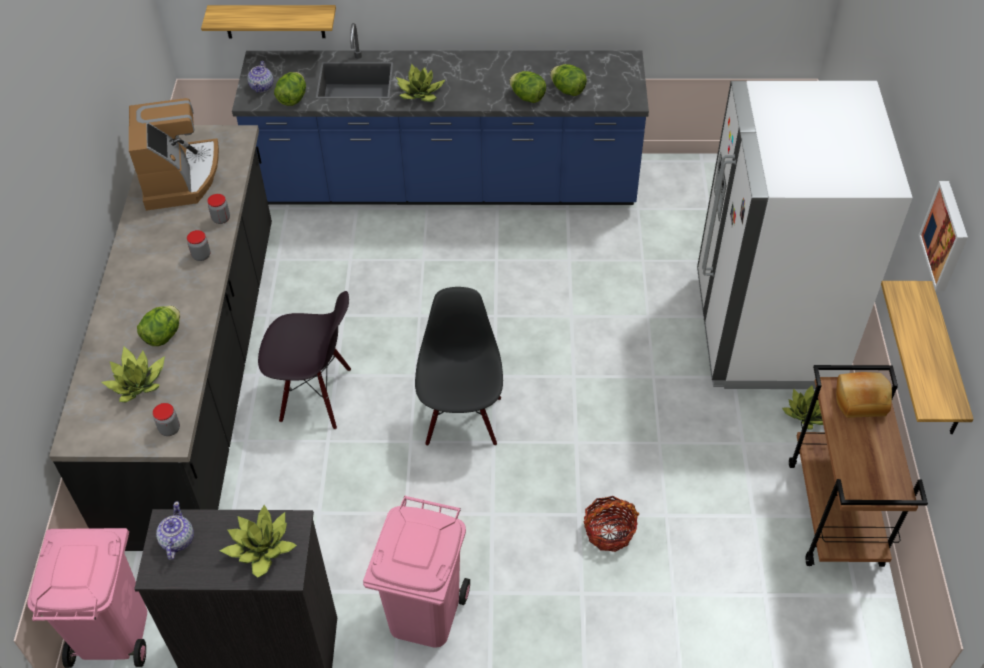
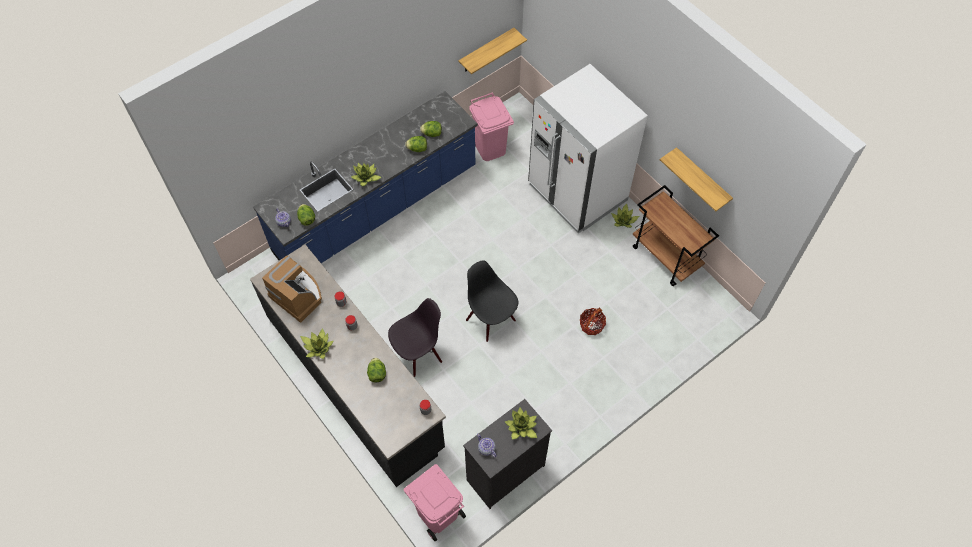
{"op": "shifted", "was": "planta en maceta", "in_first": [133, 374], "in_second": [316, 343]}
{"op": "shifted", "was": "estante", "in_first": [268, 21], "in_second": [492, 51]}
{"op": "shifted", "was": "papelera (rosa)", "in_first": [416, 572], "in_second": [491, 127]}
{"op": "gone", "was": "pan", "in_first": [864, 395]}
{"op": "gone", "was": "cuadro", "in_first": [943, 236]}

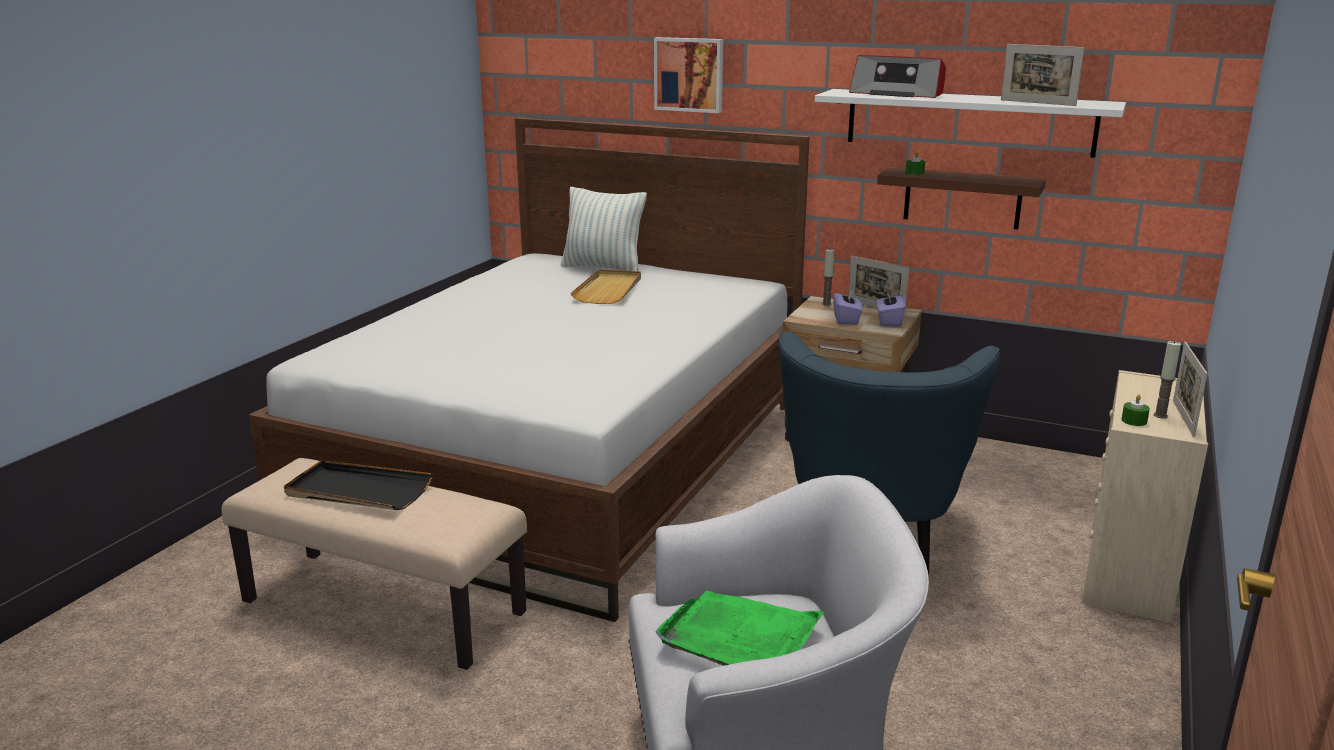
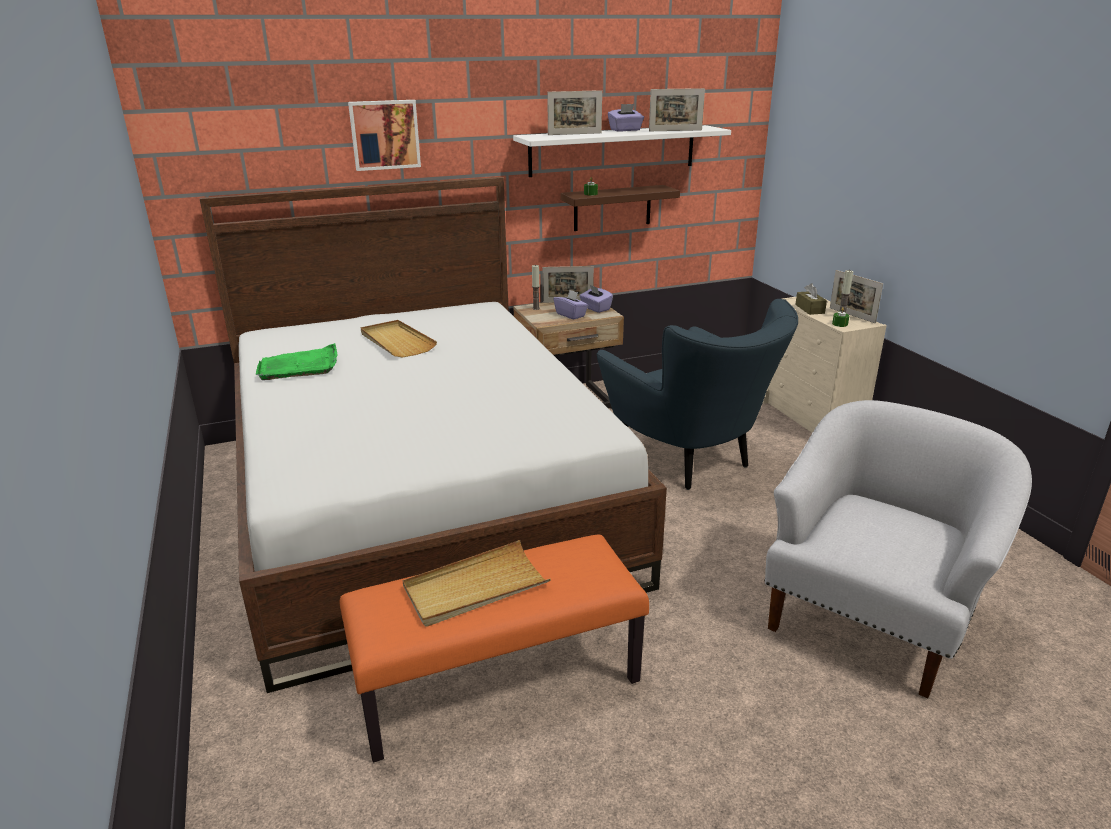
{"op": "shifted", "was": "bandeja (verde)", "in_first": [739, 628], "in_second": [296, 361]}
{"op": "repainted", "was": "banco (beis)", "now": "banco (naranja)", "in_first": [374, 564], "in_second": [494, 648]}
{"op": "repainted", "was": "bandeja (negro)", "now": "bandeja (beis)", "in_first": [358, 485], "in_second": [477, 583]}
{"op": "swapped", "was": "radio", "now": "portarretratos", "in_first": [897, 76], "in_second": [574, 112]}
{"op": "new", "now": "caja de pañuelos (morado)", "in_second": [626, 118]}
{"op": "new", "now": "caja de pañuelos (marrón)", "in_second": [811, 299]}
{"op": "gone", "was": "cojín", "in_first": [604, 229]}

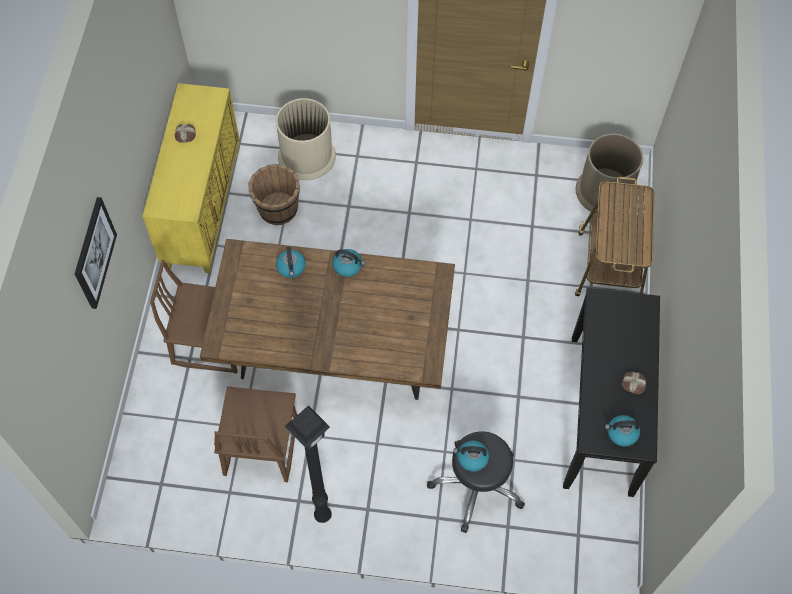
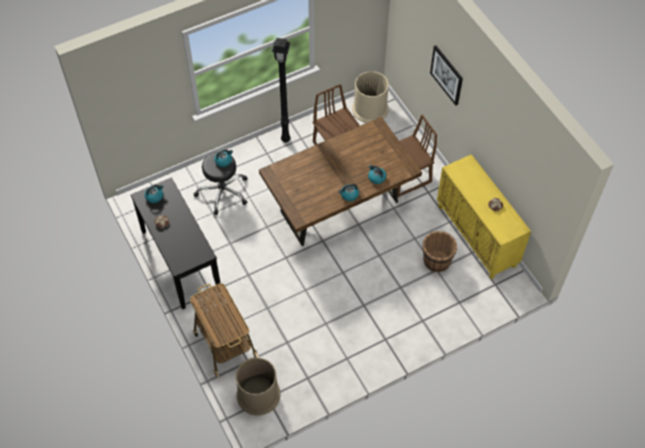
{"op": "shifted", "was": "papelera (beis)", "in_first": [306, 139], "in_second": [370, 97]}

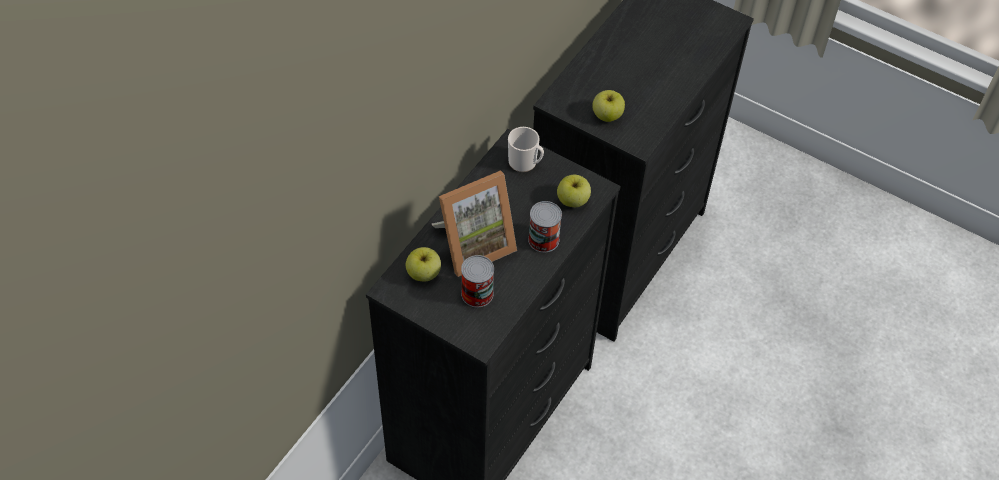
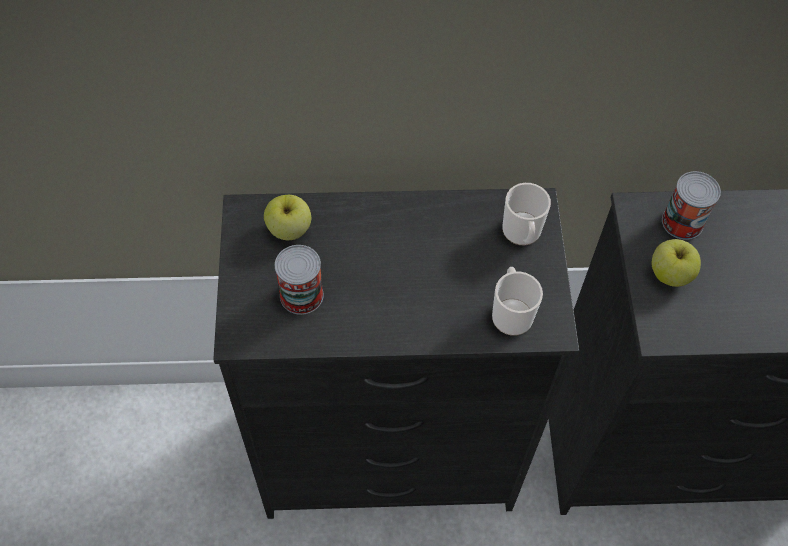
{"op": "swapped", "was": "manzana", "now": "taza grande", "in_first": [574, 191], "in_second": [517, 301]}
{"op": "shifted", "was": "lata", "in_first": [545, 227], "in_second": [691, 205]}
{"op": "gone", "was": "portarretratos", "in_first": [474, 223]}

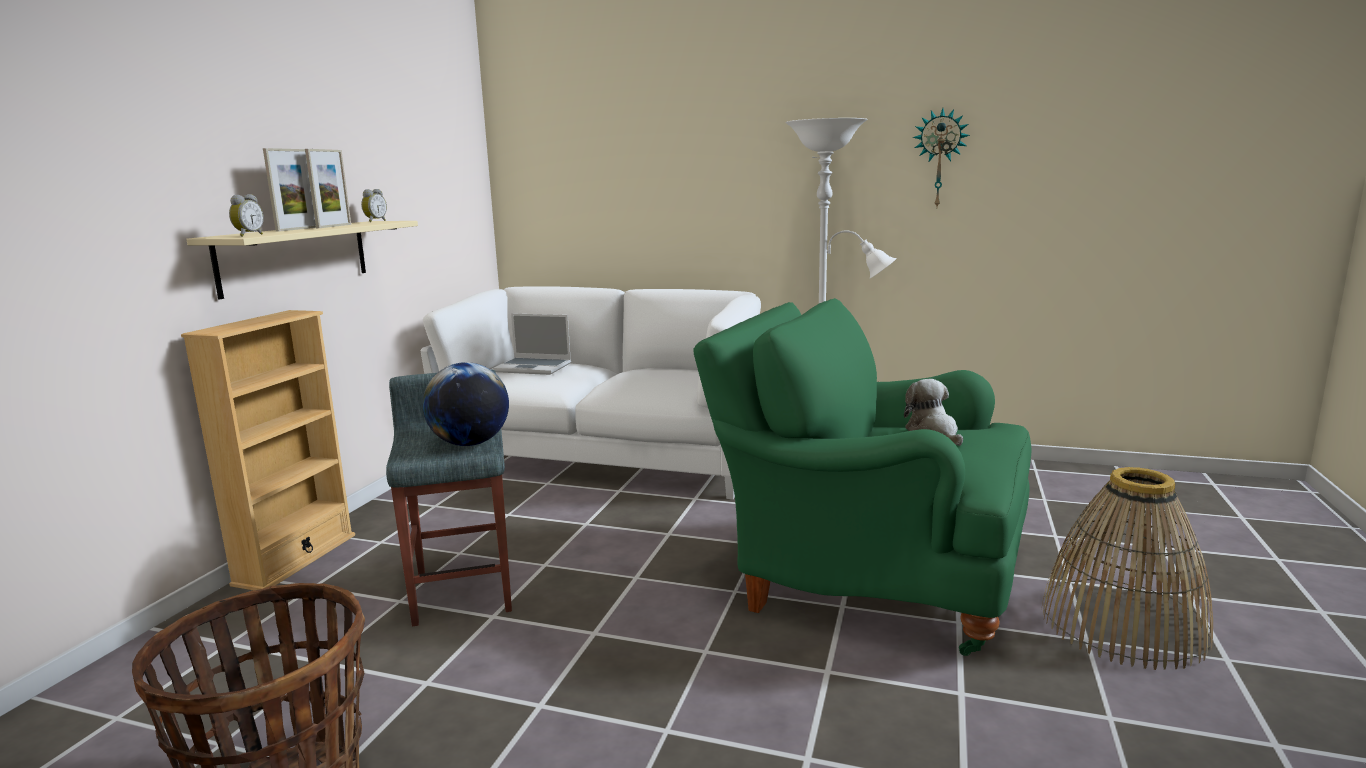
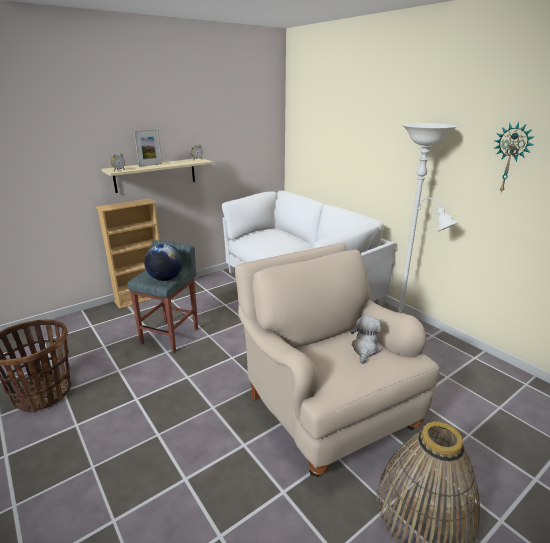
{"op": "repainted", "was": "sillón (verde)", "now": "sillón (beis)", "in_first": [862, 477], "in_second": [337, 360]}
{"op": "gone", "was": "portarretratos", "in_first": [328, 188]}
{"op": "gone", "was": "portátil", "in_first": [532, 344]}

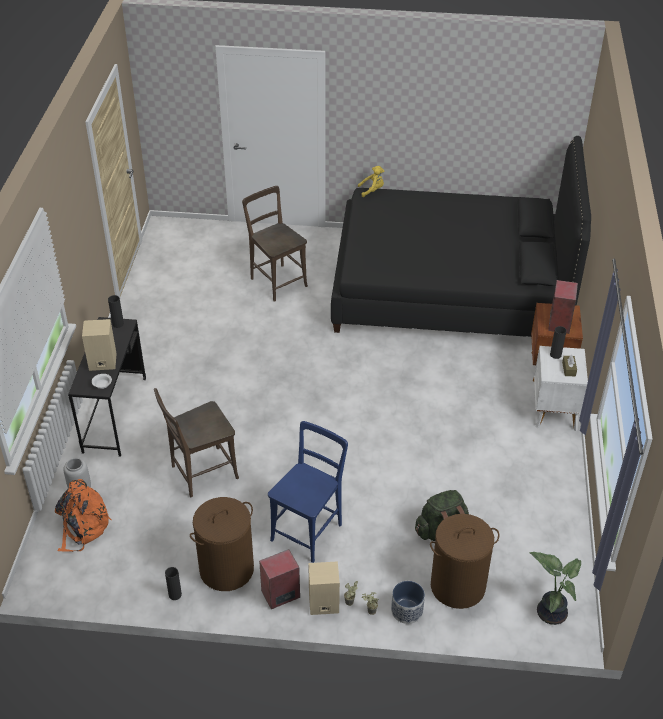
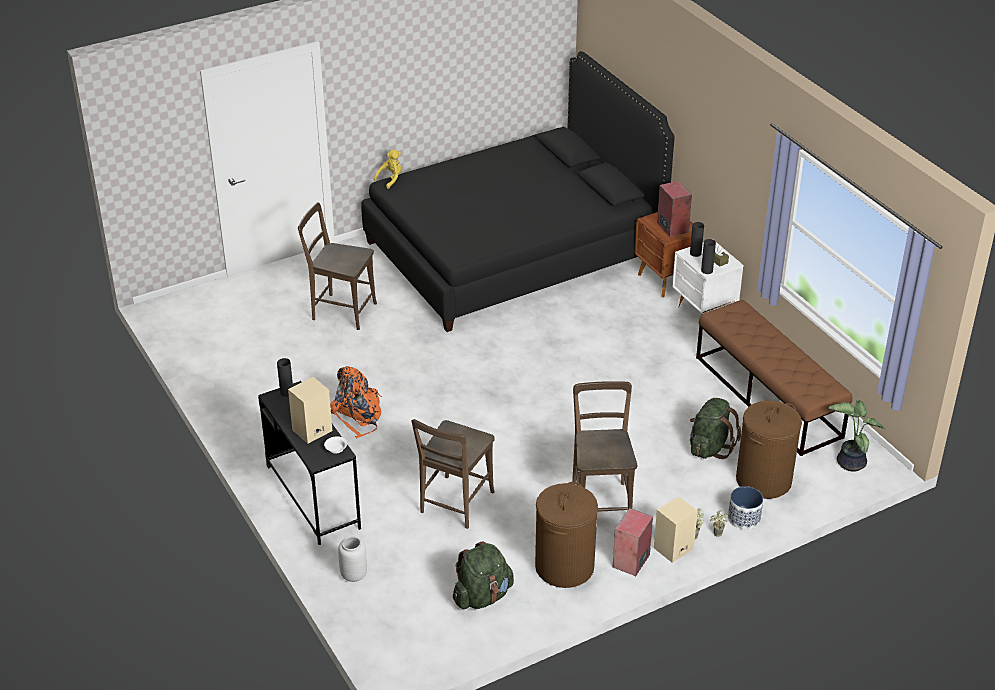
{"op": "shifted", "was": "mochila (naranja)", "in_first": [83, 515], "in_second": [356, 402]}
{"op": "new", "now": "mochila (verde)", "in_second": [483, 575]}
{"op": "repainted", "was": "silla (azul)", "now": "silla (marrón)", "in_first": [308, 492], "in_second": [604, 446]}
{"op": "new", "now": "banco (marrón)", "in_second": [774, 378]}
{"op": "shifted", "was": "florero (negro)", "in_first": [173, 583], "in_second": [708, 256]}

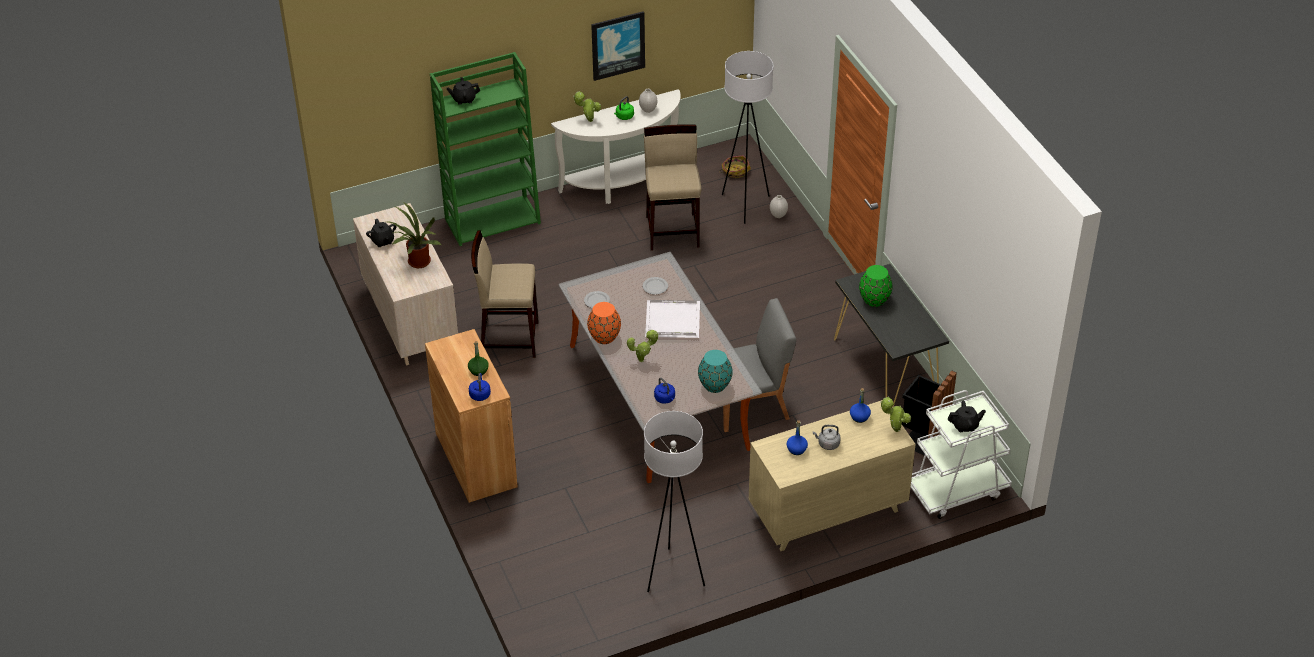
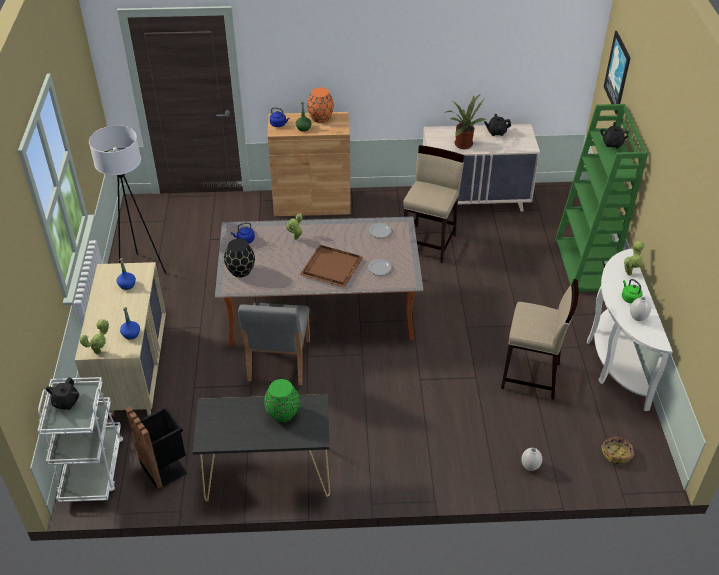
{"op": "repainted", "was": "florero (turquesa)", "now": "florero (negro)", "in_first": [715, 371], "in_second": [239, 258]}
{"op": "repainted", "was": "bandeja (blanco)", "now": "bandeja (marrón)", "in_first": [672, 319], "in_second": [331, 266]}
{"op": "shifted", "was": "florero (naranja)", "in_first": [604, 323], "in_second": [320, 105]}
{"op": "shifted", "was": "cuadro", "in_first": [618, 46], "in_second": [616, 72]}
{"op": "gone", "was": "lámpara de pie (blanco)", "in_first": [747, 137]}
{"op": "gone", "was": "hervidor (gris)", "in_first": [827, 437]}

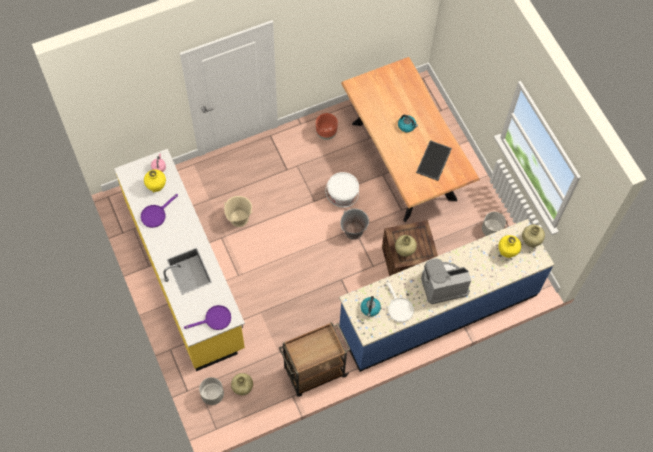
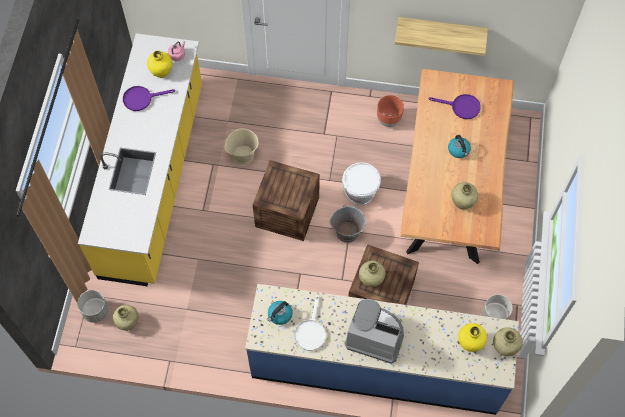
{"op": "new", "now": "caja de embalaje", "in_second": [286, 200]}
{"op": "new", "now": "estante", "in_second": [441, 36]}
{"op": "shifted", "was": "sartén (morado)", "in_first": [207, 317], "in_second": [455, 106]}
{"op": "swapped", "was": "bandeja", "now": "florero (beis)", "in_first": [434, 160], "in_second": [464, 195]}
{"op": "gone", "was": "carrito (marrón)", "in_first": [315, 359]}

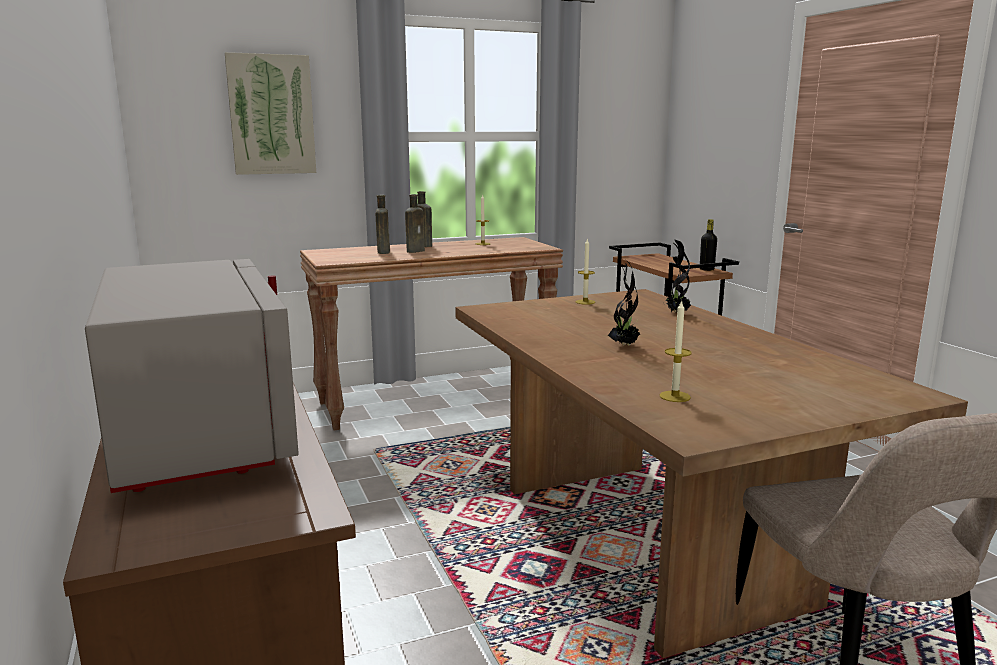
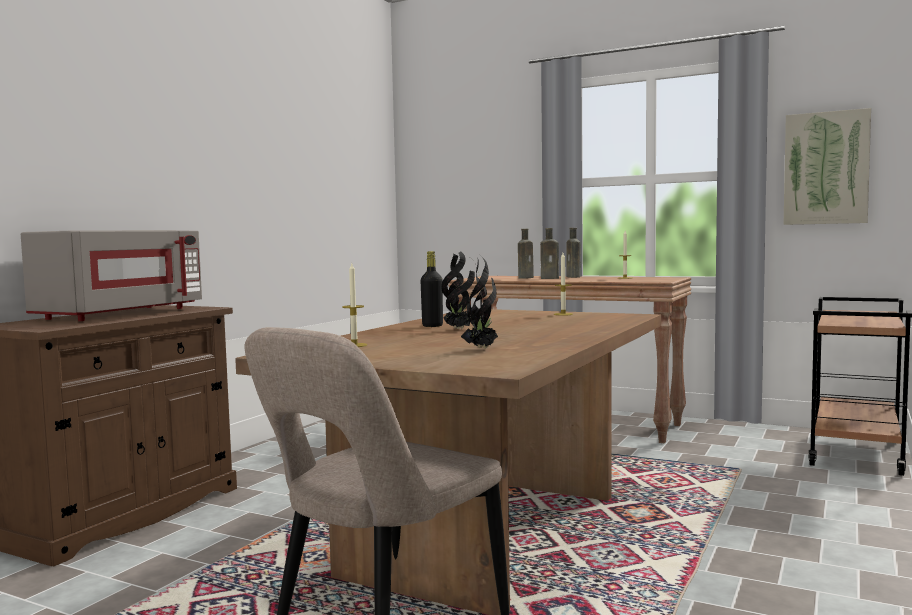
{"op": "shifted", "was": "botella (negro)", "in_first": [708, 245], "in_second": [432, 289]}
{"op": "shifted", "was": "planta en maceta", "in_first": [677, 275], "in_second": [479, 302]}
{"op": "shifted", "was": "cuadro", "in_first": [270, 113], "in_second": [827, 166]}

